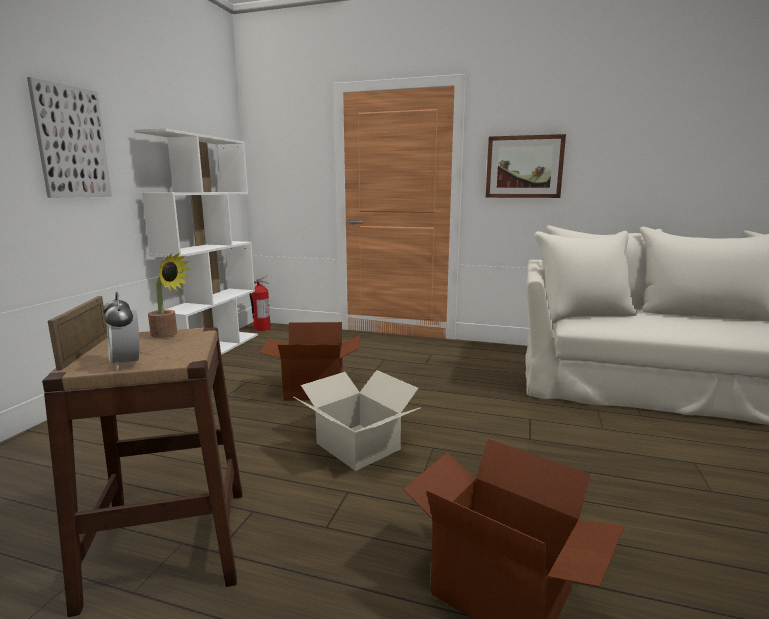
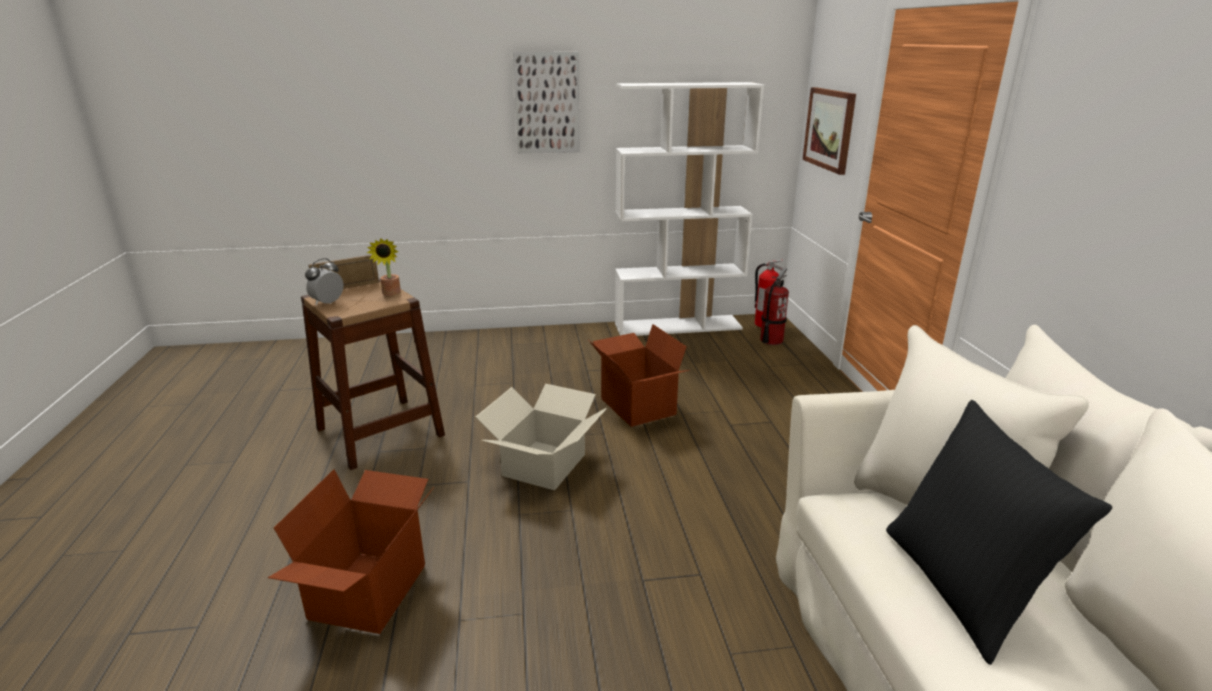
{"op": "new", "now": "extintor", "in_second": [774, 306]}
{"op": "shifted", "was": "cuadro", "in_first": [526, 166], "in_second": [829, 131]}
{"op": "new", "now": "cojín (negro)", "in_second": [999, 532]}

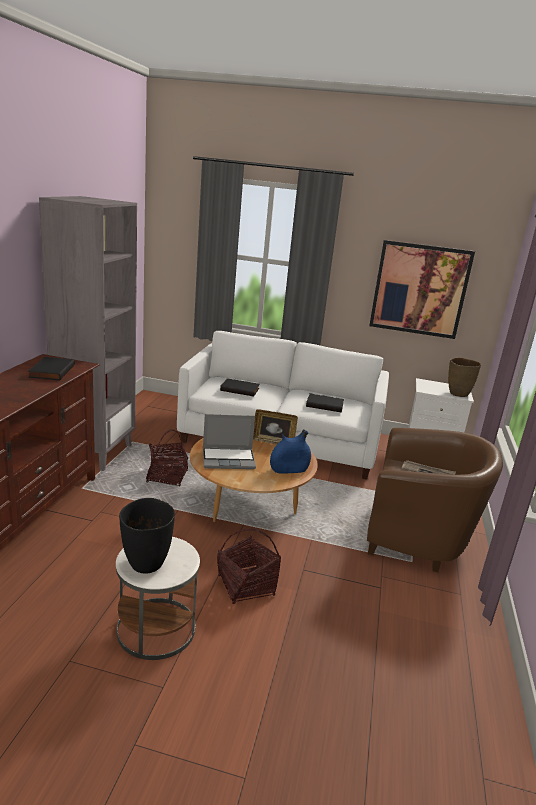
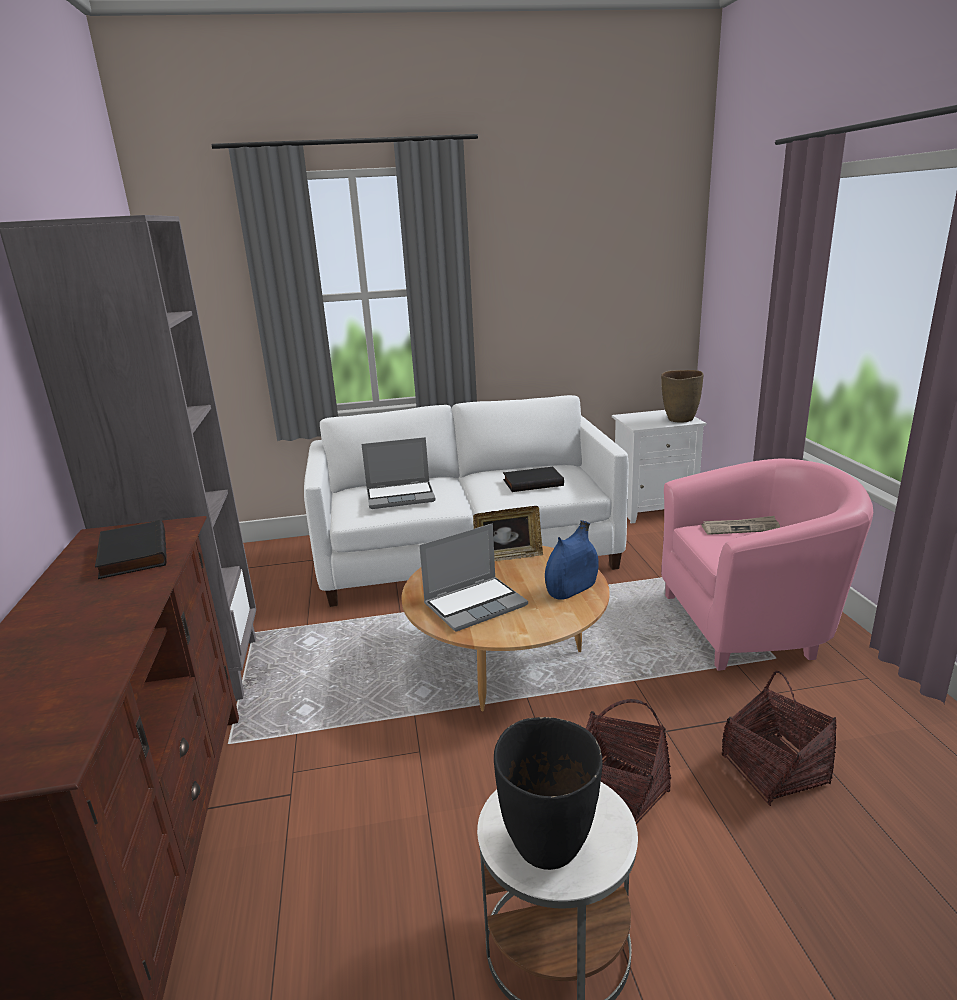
{"op": "swapped", "was": "libro (negro)", "now": "portátil", "in_first": [240, 387], "in_second": [398, 473]}
{"op": "repainted", "was": "sillón (marrón)", "now": "sillón (rosa)", "in_first": [435, 500], "in_second": [767, 565]}
{"op": "shifted", "was": "cesta", "in_first": [167, 458], "in_second": [779, 738]}
{"op": "gone", "was": "cuadro", "in_first": [422, 289]}

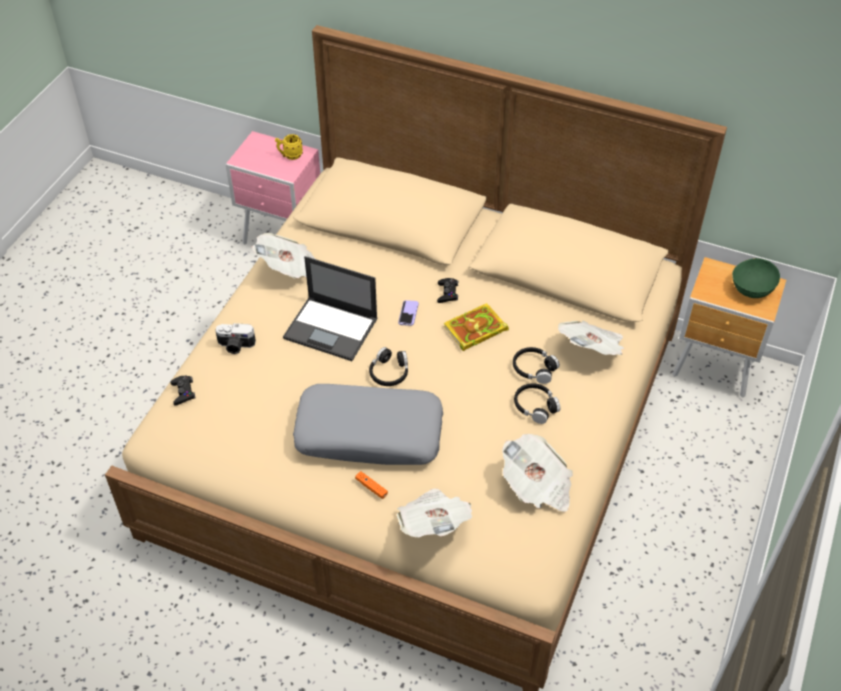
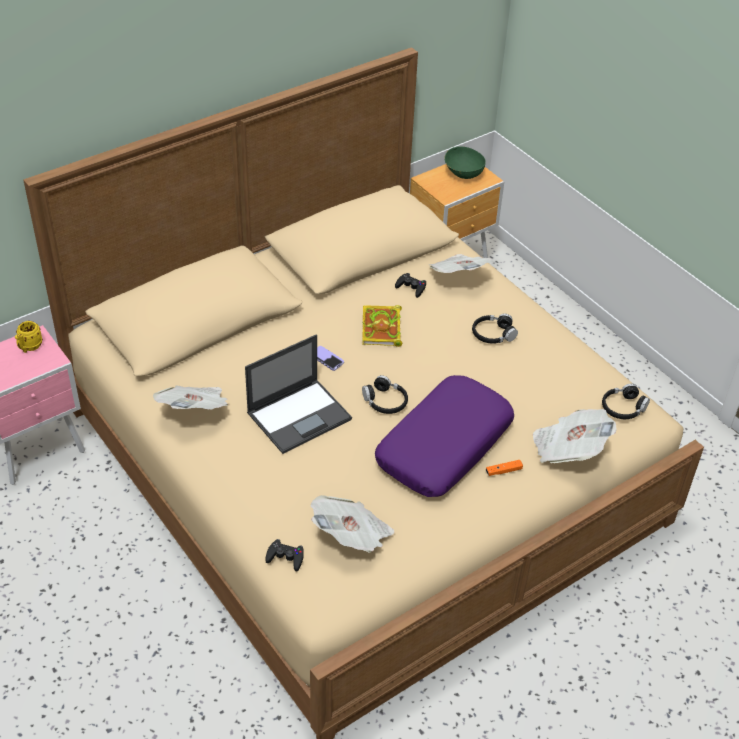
{"op": "shifted", "was": "periódico", "in_first": [537, 473], "in_second": [353, 523]}
{"op": "repainted", "was": "cojín (gris)", "now": "cojín (morado)", "in_first": [368, 424], "in_second": [444, 436]}
{"op": "shifted", "was": "mando de consola (negro)", "in_first": [447, 290], "in_second": [410, 285]}
{"op": "shifted", "was": "auriculares (negro)", "in_first": [536, 365], "in_second": [626, 401]}
{"op": "gone", "was": "cámara", "in_first": [235, 338]}

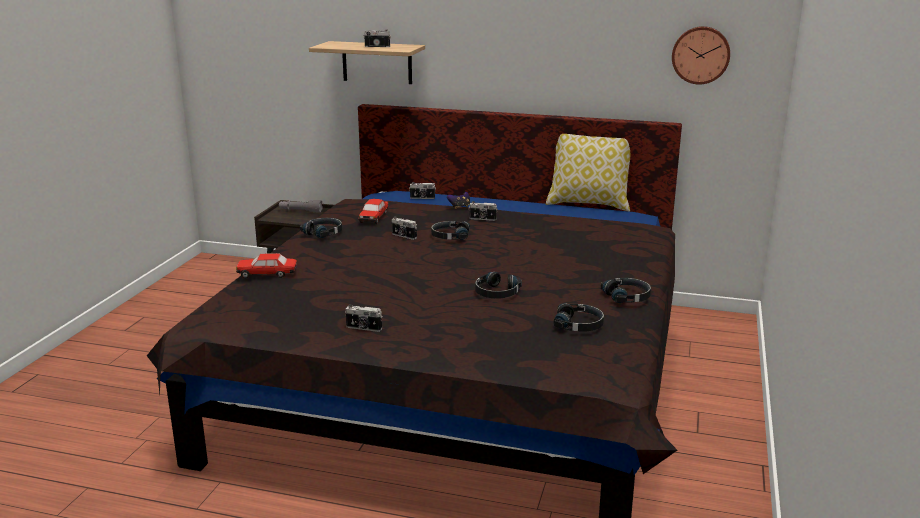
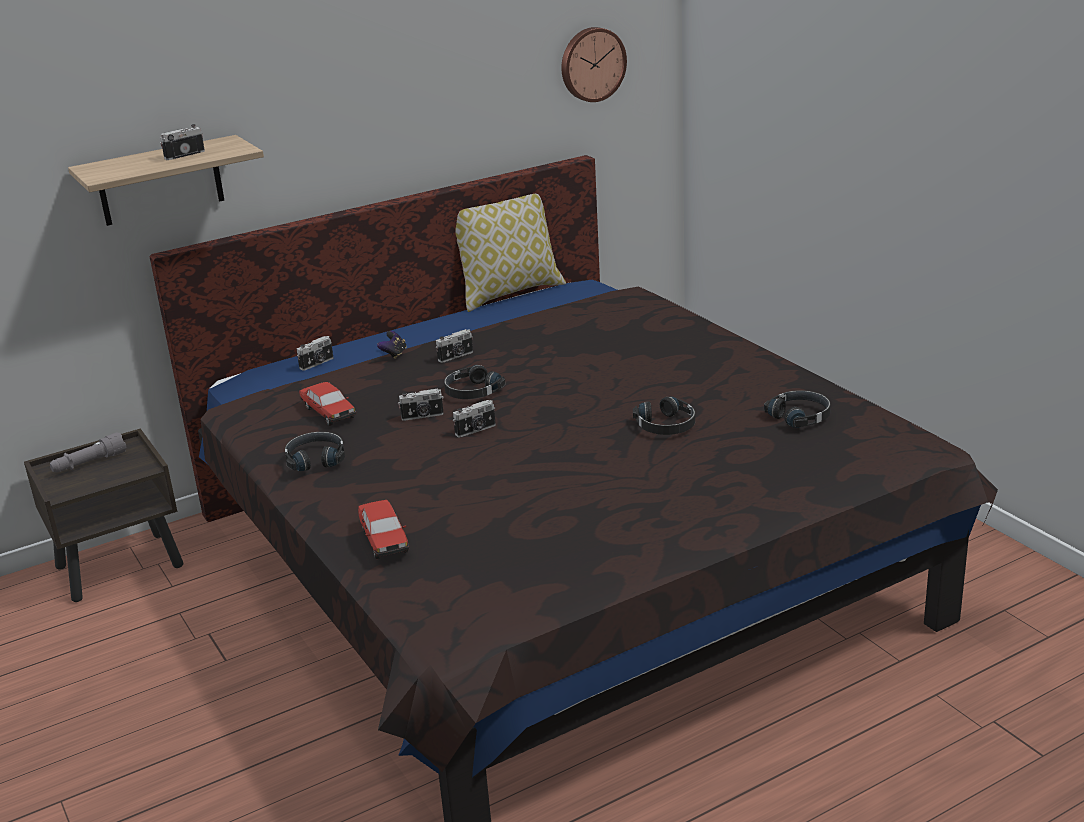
{"op": "rotated", "was": "coche de juguete", "in_first": [266, 265], "in_second": [383, 529], "clockwise": -60}
{"op": "shifted", "was": "cámara", "in_first": [364, 318], "in_second": [474, 418]}
{"op": "gone", "was": "auriculares (negro)", "in_first": [626, 290]}

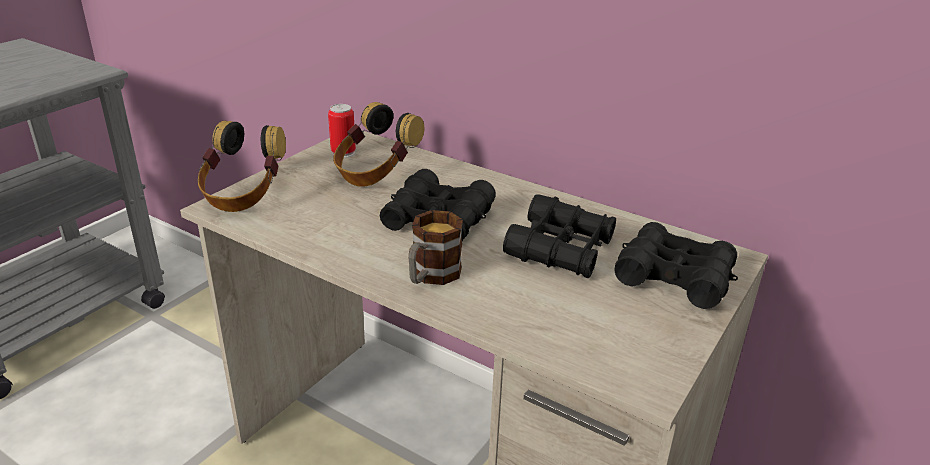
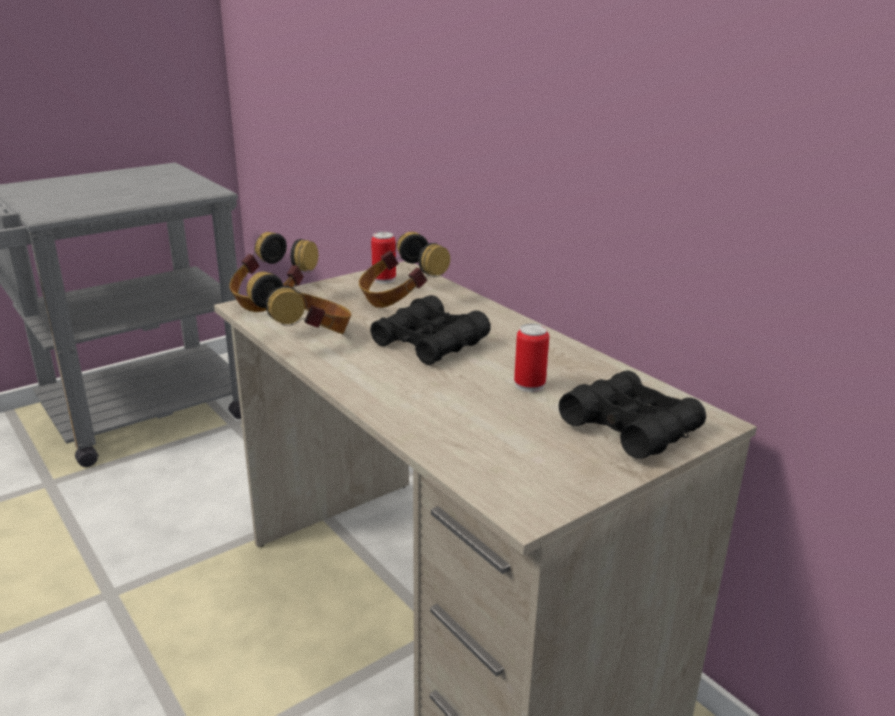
{"op": "new", "now": "auriculares", "in_second": [299, 303]}
{"op": "swapped", "was": "prismáticos (negro)", "now": "lata", "in_first": [559, 236], "in_second": [531, 357]}
{"op": "gone", "was": "taza grande", "in_first": [435, 247]}

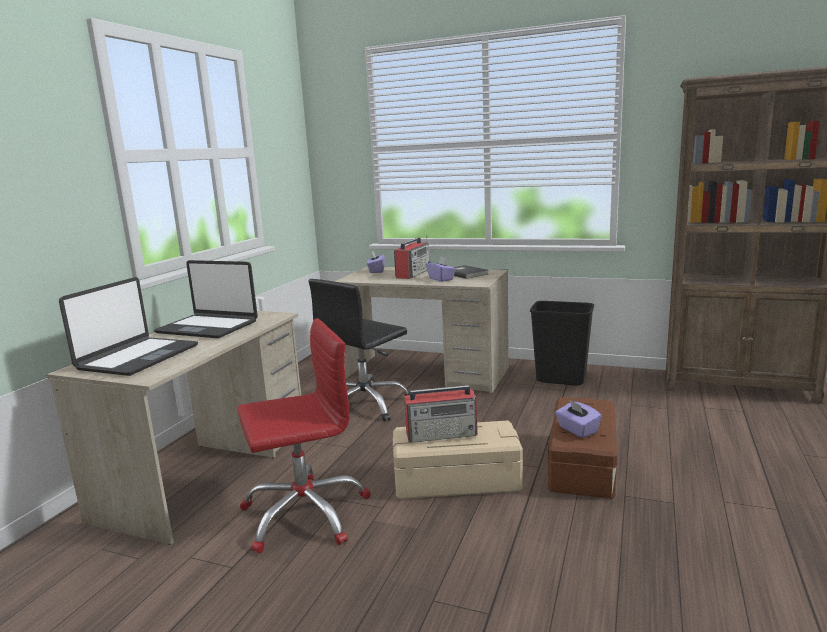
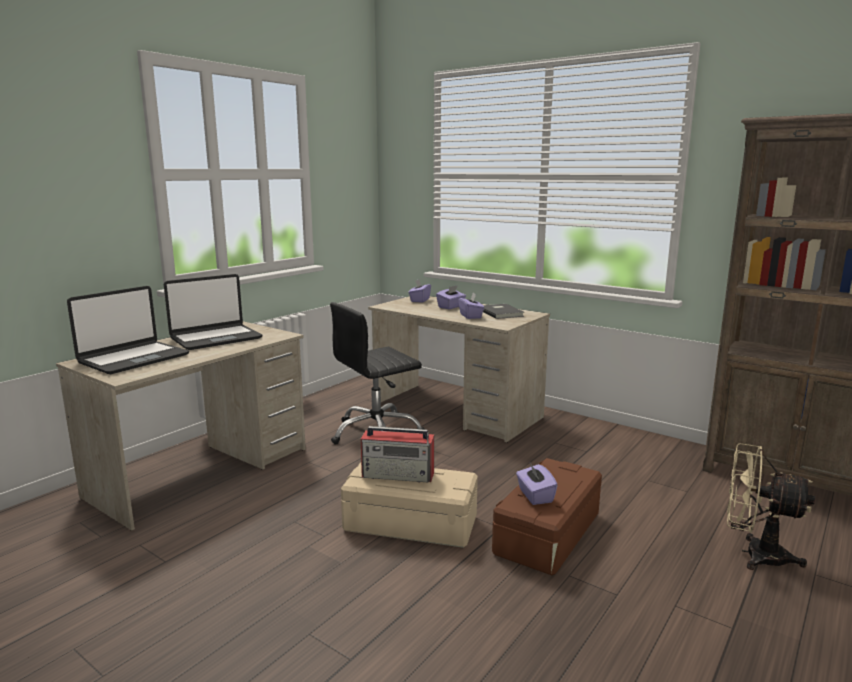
{"op": "rotated", "was": "portátil", "in_first": [206, 299], "in_second": [213, 312], "clockwise": -75}
{"op": "swapped", "was": "radio", "now": "caja de pañuelos (morado)", "in_first": [412, 257], "in_second": [451, 297]}
{"op": "new", "now": "ventilador (beis)", "in_second": [771, 506]}
{"op": "gone", "was": "silla de oficina (rojo)", "in_first": [304, 435]}
{"op": "gone", "was": "papelera (negro)", "in_first": [562, 343]}

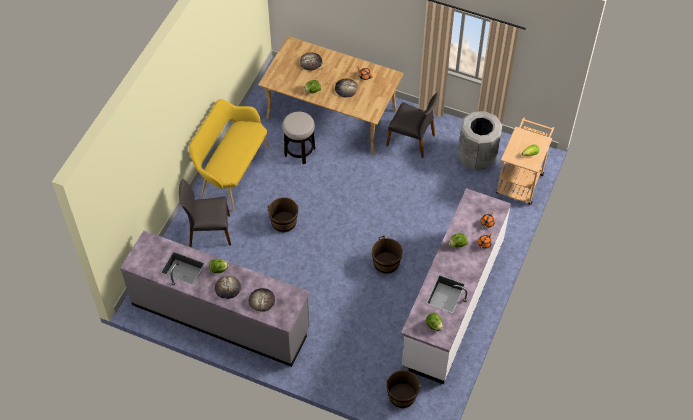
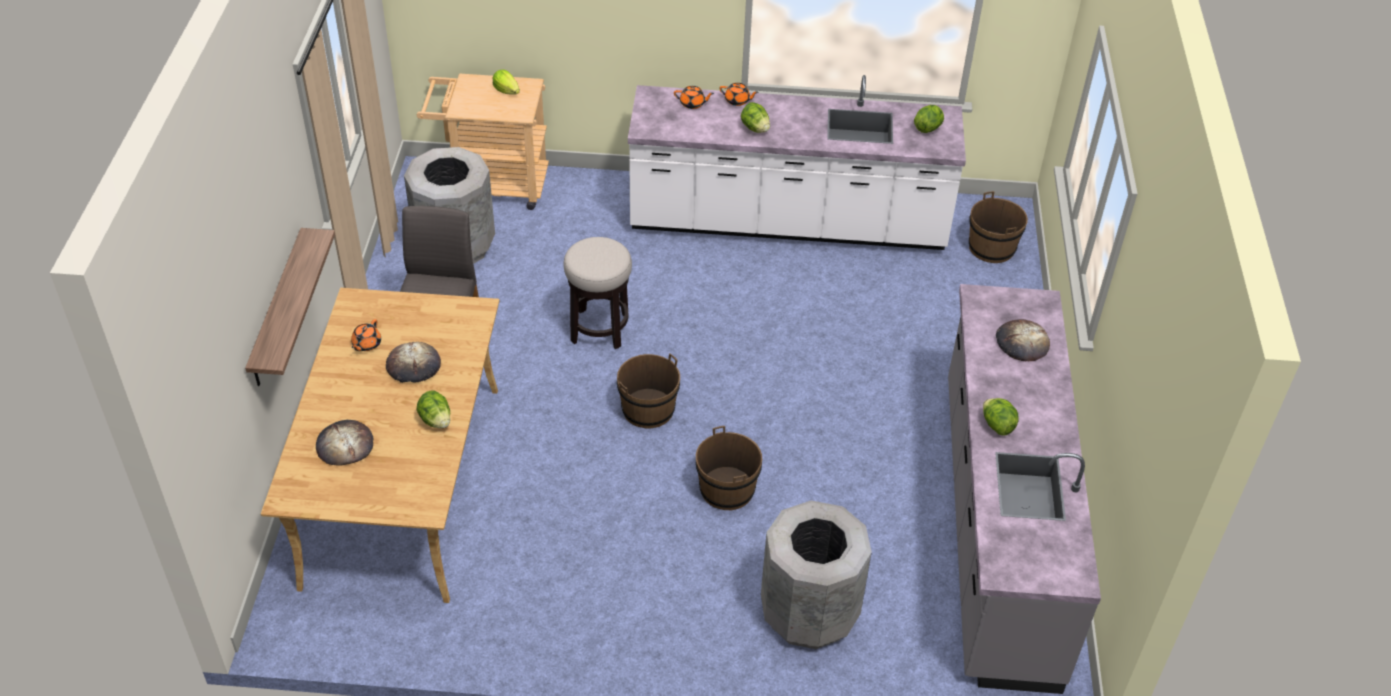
{"op": "new", "now": "estante", "in_second": [290, 307]}
{"op": "shifted", "was": "taburete", "in_first": [298, 137], "in_second": [598, 293]}
{"op": "shifted", "was": "cubo (marrón)", "in_first": [387, 255], "in_second": [648, 391]}
{"op": "swapped", "was": "silla (gris)", "now": "papelera (gris)", "in_first": [205, 213], "in_second": [816, 575]}
{"op": "gone", "was": "banco (amarillo)", "in_first": [229, 155]}
{"op": "gone", "was": "pan", "in_first": [228, 287]}

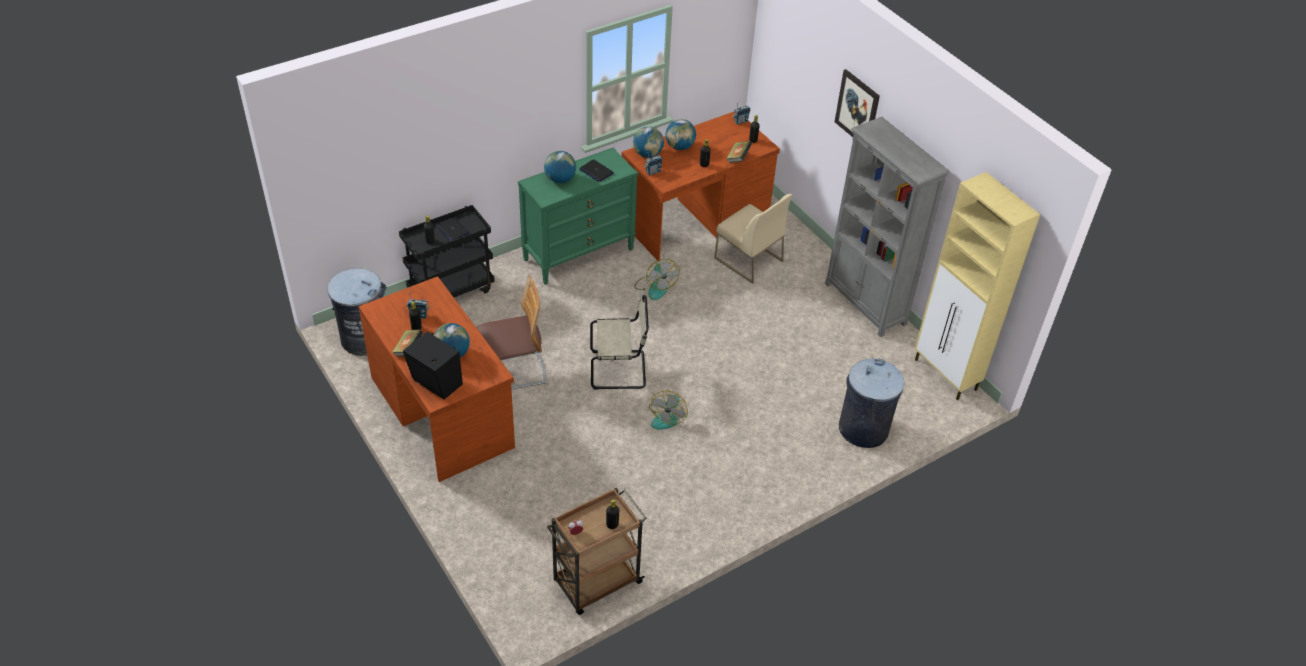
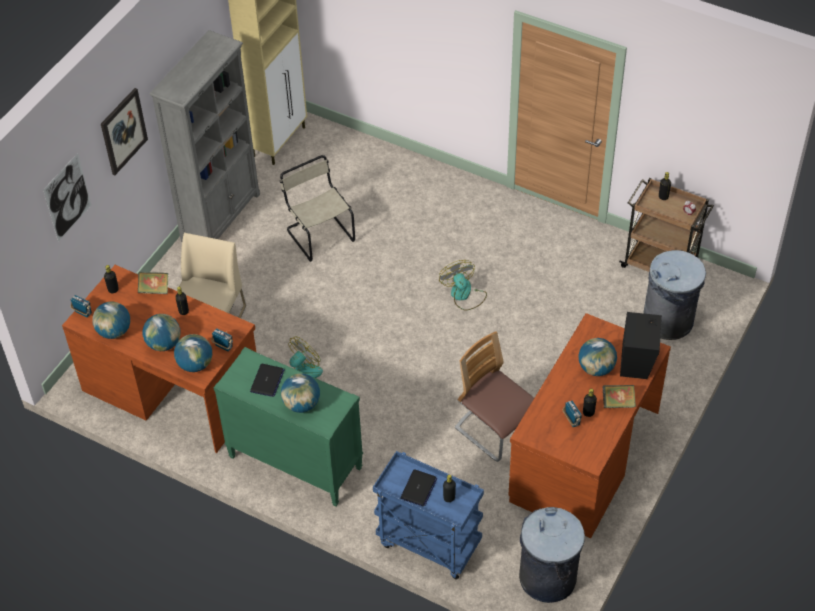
{"op": "new", "now": "cuadro", "in_second": [67, 197]}
{"op": "new", "now": "globo terráqueo", "in_second": [111, 320]}
{"op": "shifted", "was": "silla (beis)", "in_first": [619, 342], "in_second": [317, 208]}
{"op": "repainted", "was": "carrito (negro)", "now": "carrito (azul)", "in_first": [447, 251], "in_second": [428, 515]}
{"op": "rotated", "was": "ventilador", "in_first": [668, 410], "in_second": [463, 285], "clockwise": -105}
{"op": "shifted", "was": "papelera (gris)", "in_first": [871, 403], "in_second": [674, 295]}

